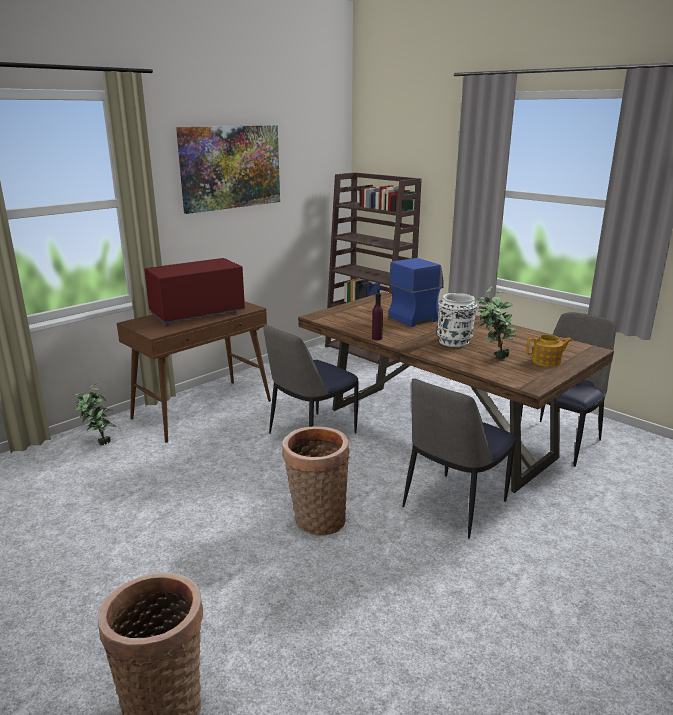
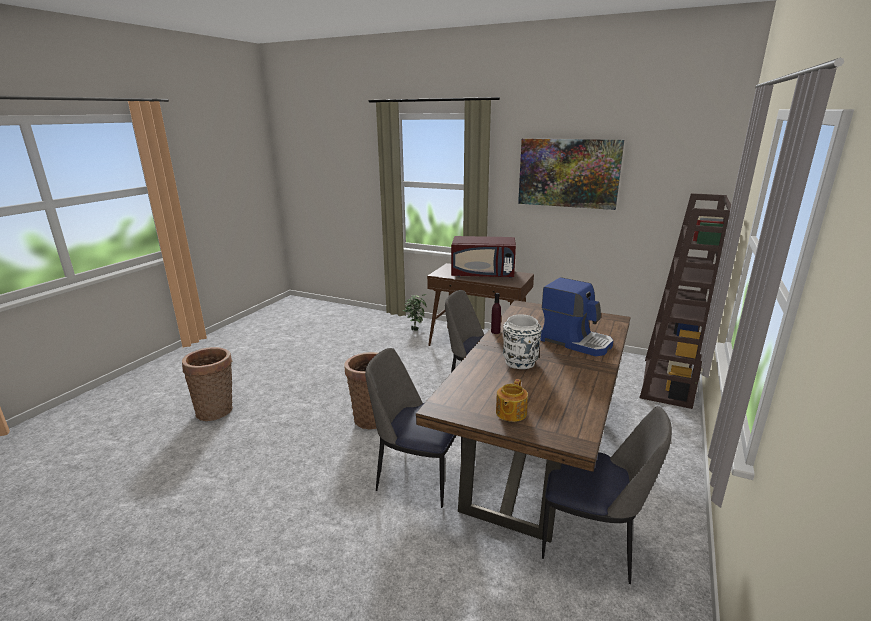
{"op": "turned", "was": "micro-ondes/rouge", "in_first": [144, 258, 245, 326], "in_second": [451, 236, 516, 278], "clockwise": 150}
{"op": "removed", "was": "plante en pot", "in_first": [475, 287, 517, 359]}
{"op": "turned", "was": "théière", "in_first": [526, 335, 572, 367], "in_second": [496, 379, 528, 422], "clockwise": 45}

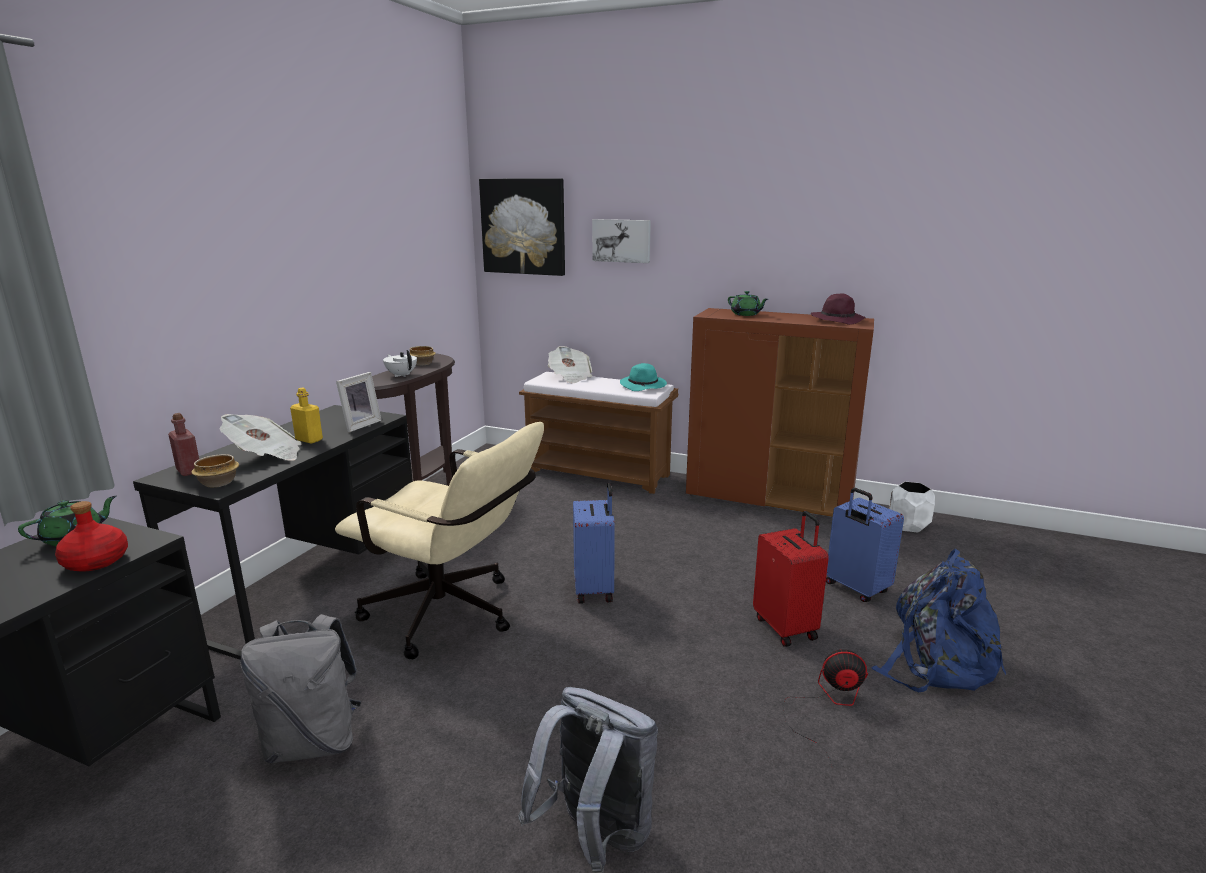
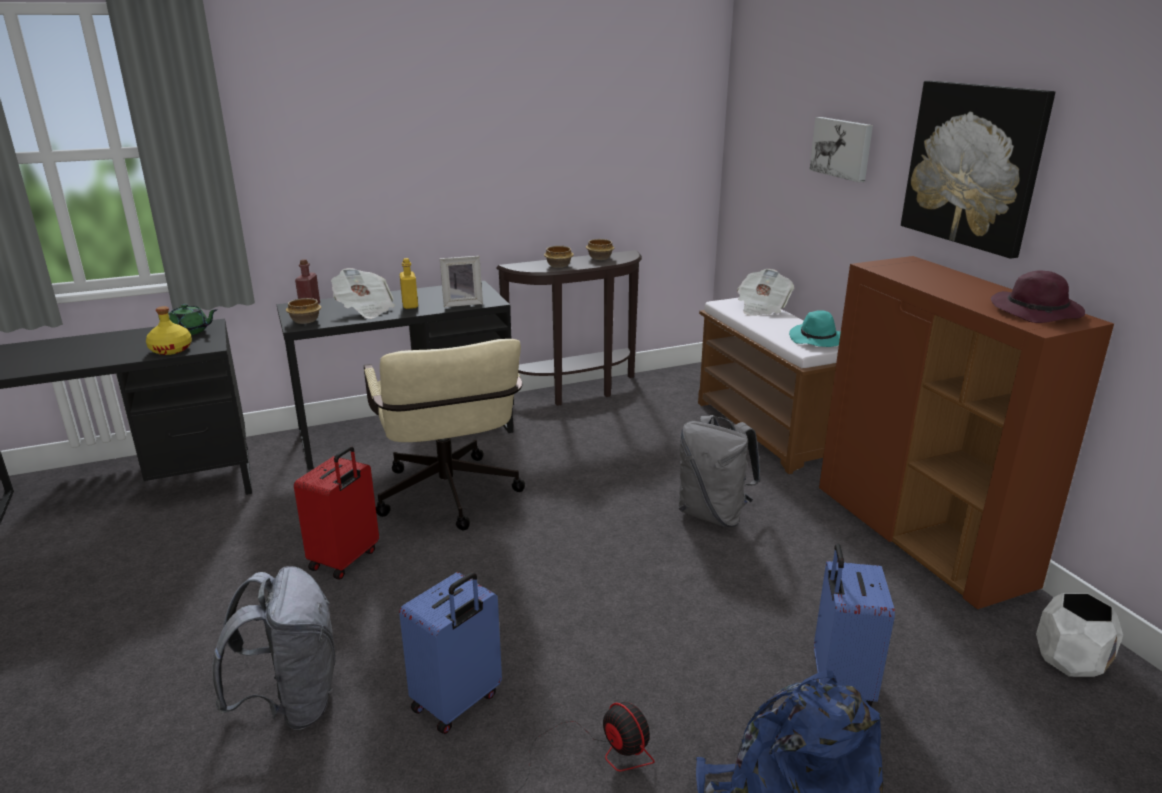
{"op": "recoloured", "was": "bouteille/rouge", "now": "bouteille/jaune", "in_first": [55, 501, 128, 572], "in_second": [146, 306, 192, 355]}
{"op": "moved", "was": "sac à dos/gris", "in_first": [240, 614, 361, 763], "in_second": [679, 415, 761, 527]}
{"op": "replaced", "was": "théière/blanc", "now": "bol", "in_first": [383, 350, 417, 377], "in_second": [544, 246, 574, 268]}
{"op": "moved", "was": "tableau", "in_first": [479, 178, 565, 276], "in_second": [901, 81, 1055, 259]}
{"op": "moved", "was": "valise/bleu", "in_first": [573, 483, 615, 604], "in_second": [399, 572, 502, 734]}
{"op": "removed", "was": "théière/vert", "in_first": [728, 291, 768, 316]}
{"op": "moved", "was": "valise/rouge", "in_first": [753, 511, 829, 647], "in_second": [294, 446, 379, 580]}

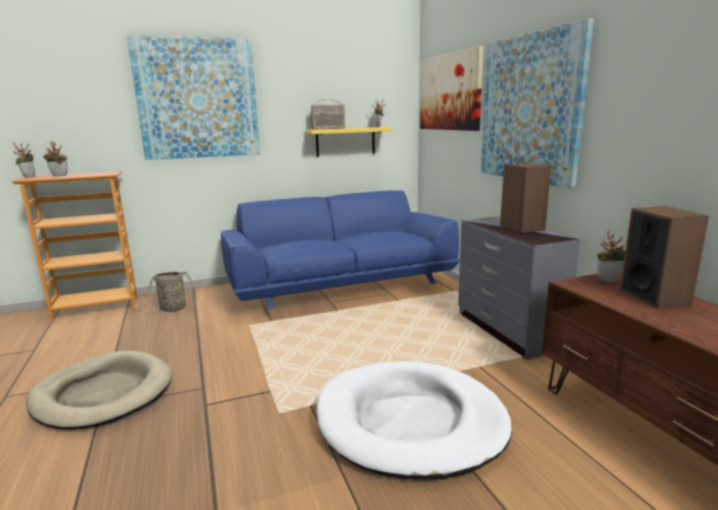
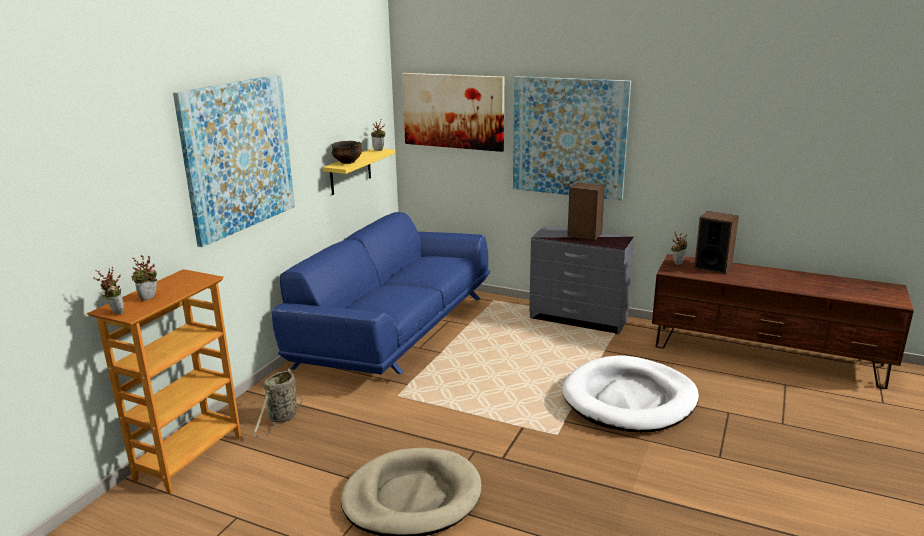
{"op": "replaced", "was": "radio", "now": "bol", "in_first": [311, 99, 345, 129], "in_second": [332, 141, 362, 164]}

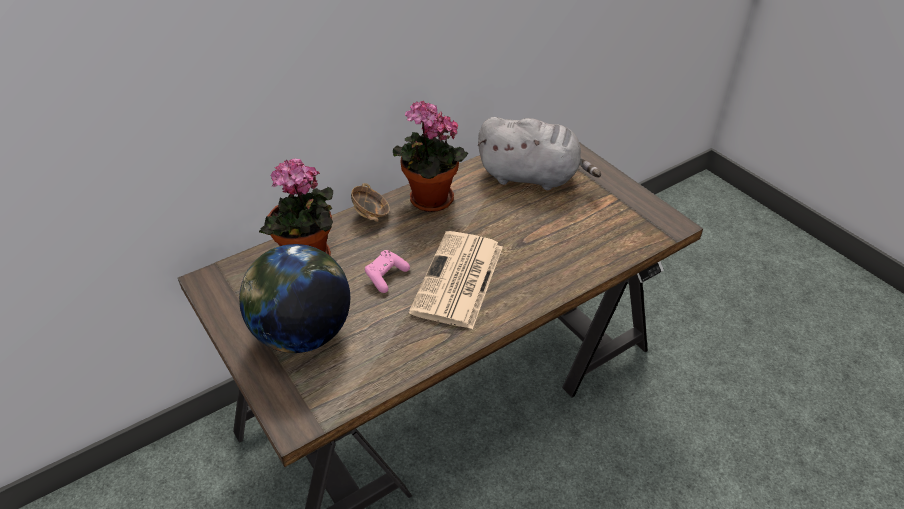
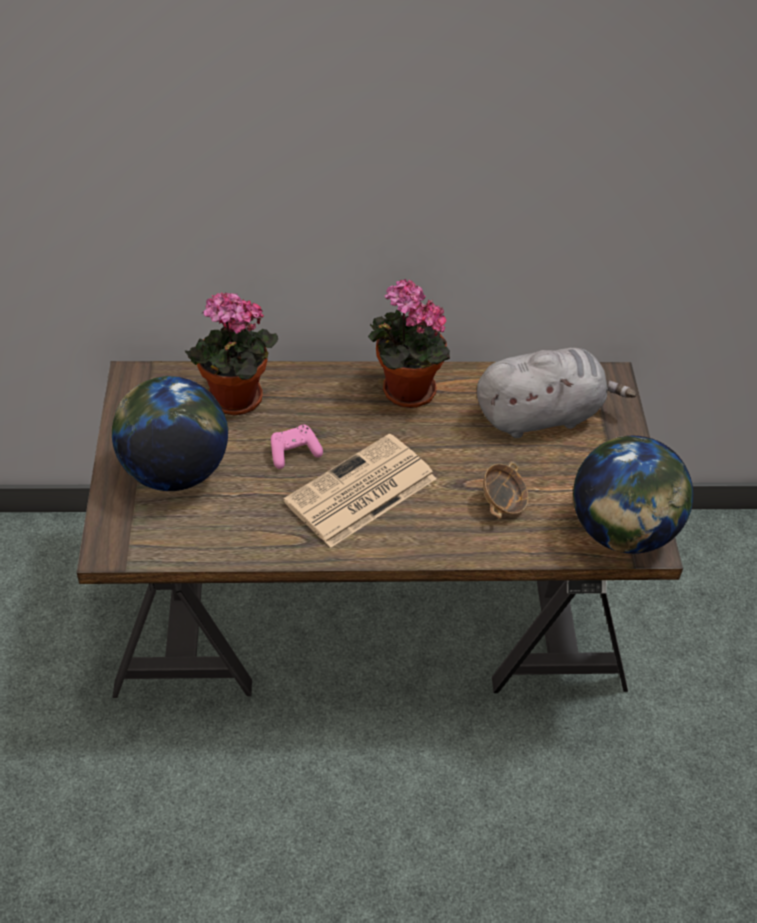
{"op": "moved", "was": "bol", "in_first": [351, 183, 390, 222], "in_second": [483, 461, 529, 519]}
{"op": "turned", "was": "peluche/gris", "in_first": [478, 117, 601, 190], "in_second": [477, 347, 637, 438], "clockwise": -60}
{"op": "added", "now": "globe", "in_second": [573, 436, 693, 554]}

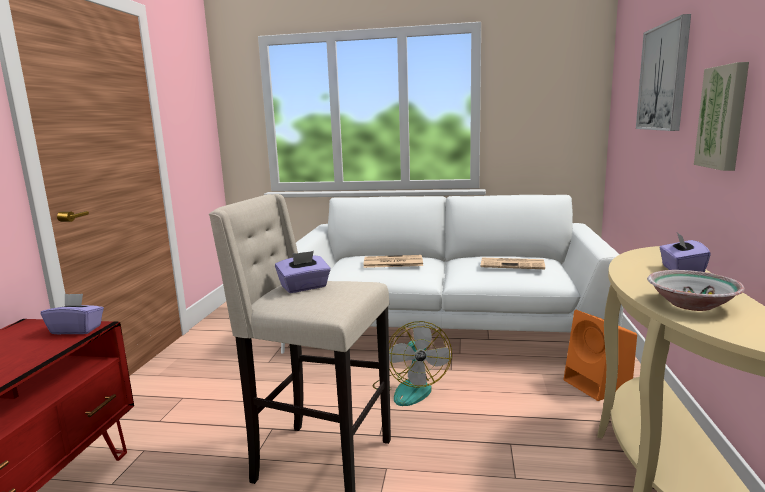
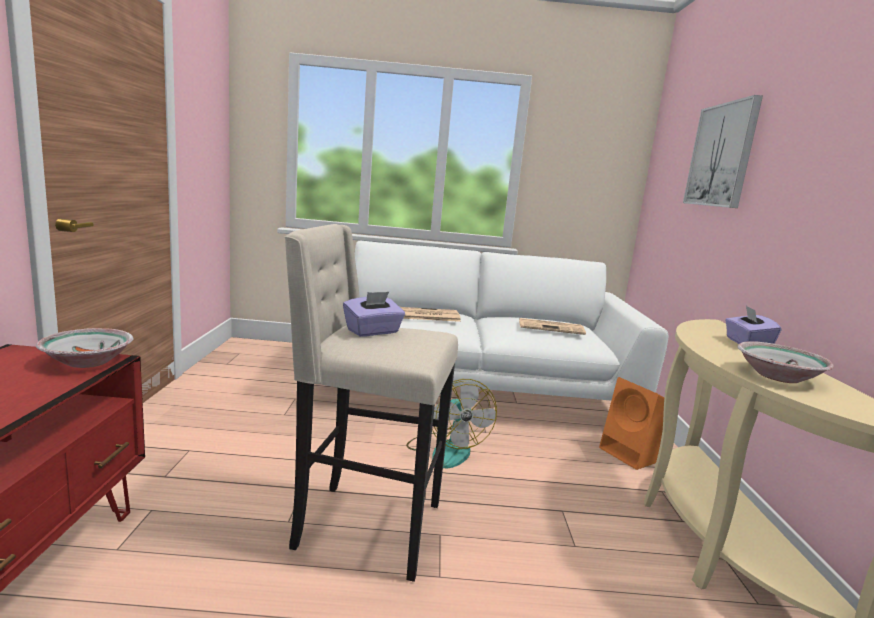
{"op": "replaced", "was": "boîte à mouchoirs/violet", "now": "bol", "in_first": [41, 294, 104, 334], "in_second": [36, 328, 133, 368]}
{"op": "removed", "was": "tableau", "in_first": [694, 62, 749, 171]}

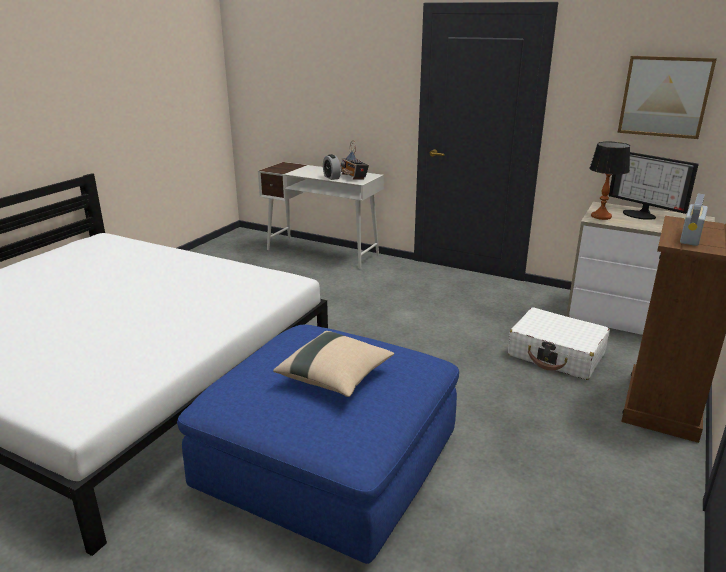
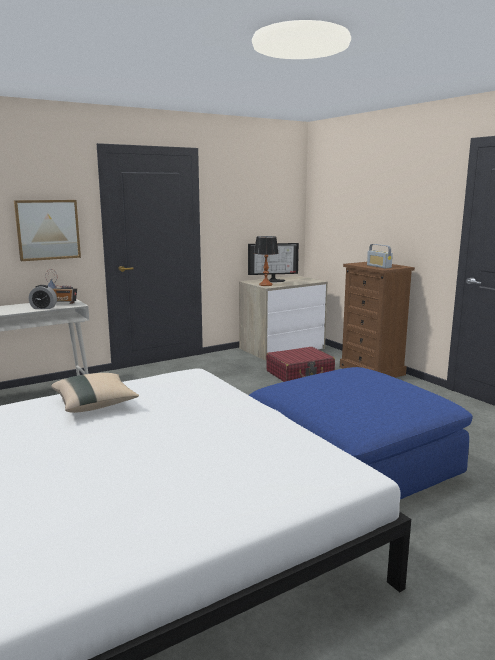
{"op": "moved", "was": "coussin/beige", "in_first": [273, 331, 394, 397], "in_second": [51, 373, 139, 413]}
{"op": "recoloured", "was": "valise/blanc", "now": "valise/rouge", "in_first": [508, 307, 610, 380], "in_second": [266, 347, 335, 382]}
{"op": "moved", "was": "tableau", "in_first": [618, 56, 717, 139], "in_second": [14, 200, 81, 261]}

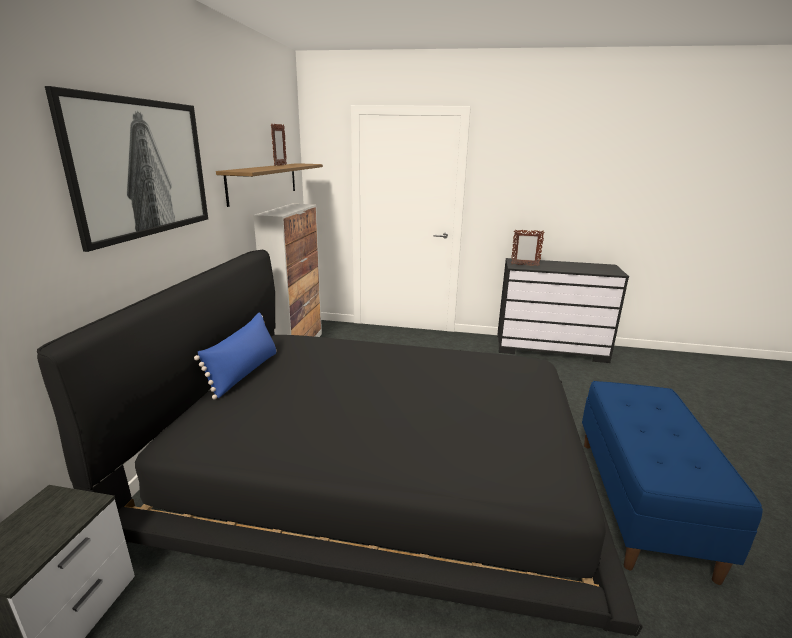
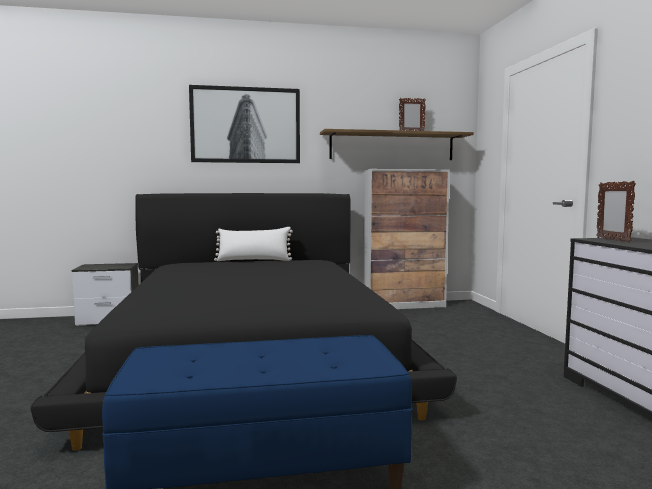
{"op": "recoloured", "was": "coussin/bleu", "now": "coussin/blanc", "in_first": [194, 312, 276, 399], "in_second": [214, 227, 293, 261]}

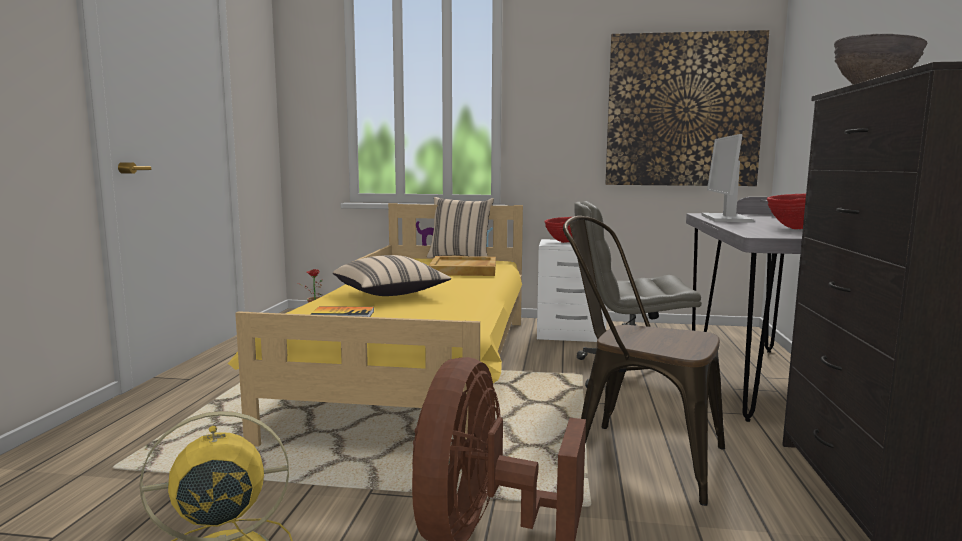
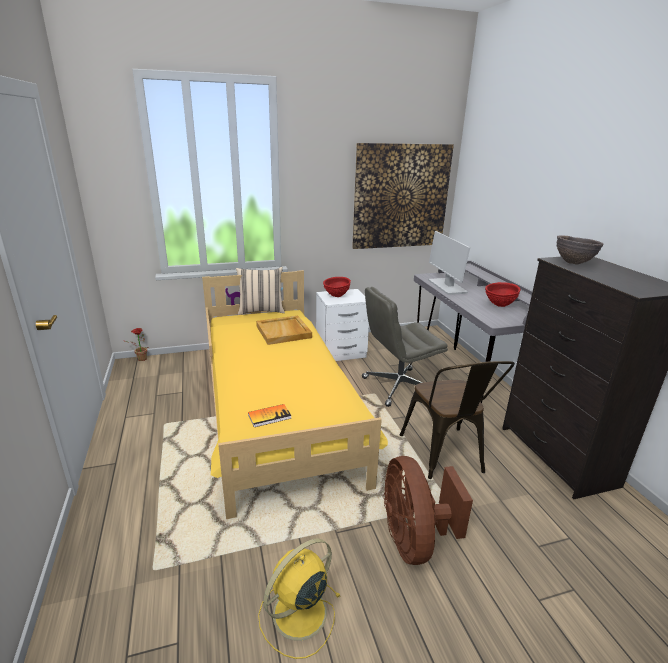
{"op": "removed", "was": "coussin/beige", "in_first": [333, 255, 451, 296]}
{"op": "turned", "was": "chaise/marron", "in_first": [563, 216, 725, 506], "in_second": [400, 361, 515, 479], "clockwise": -105}

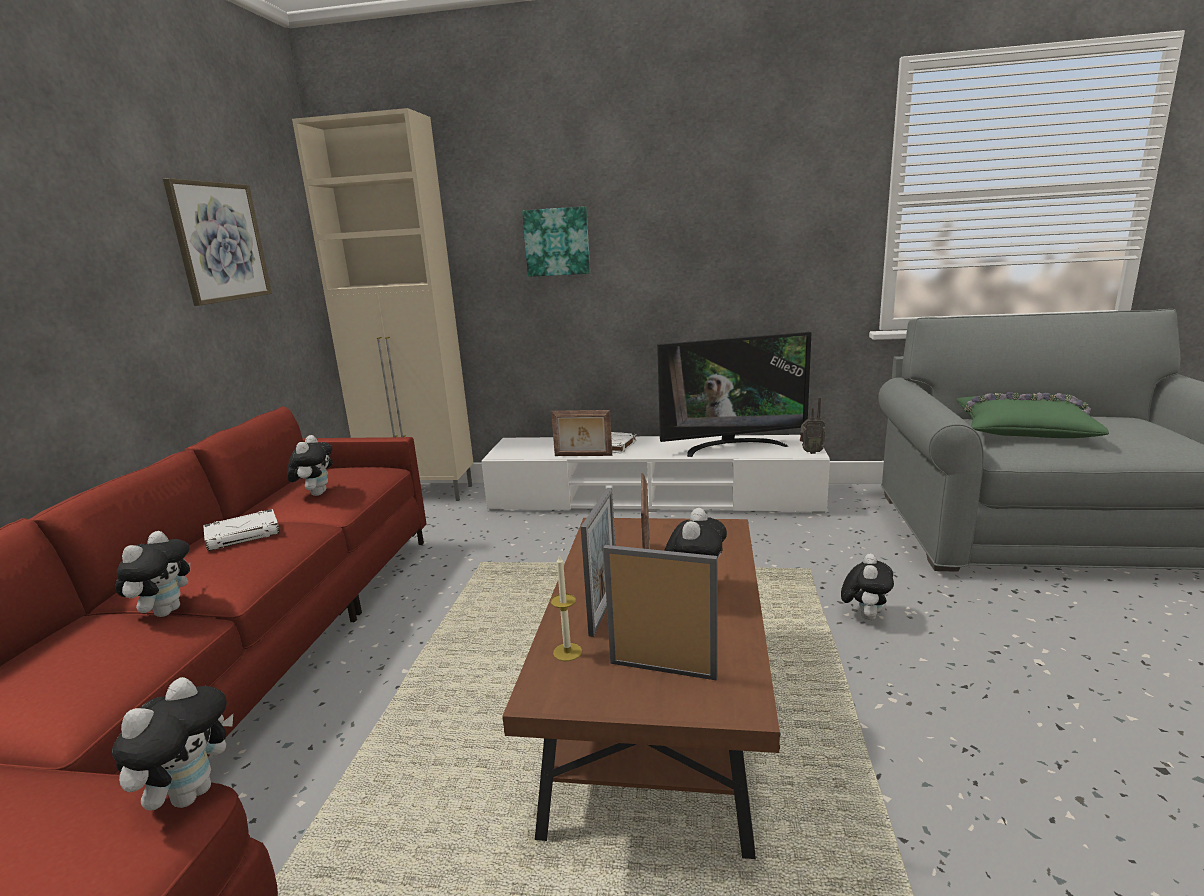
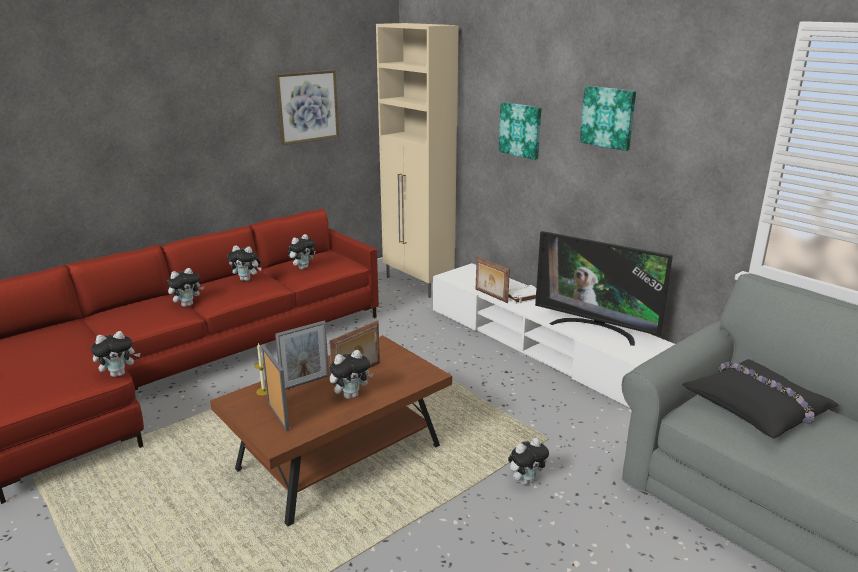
{"op": "replaced", "was": "livre/blanc", "now": "peluche", "in_first": [203, 509, 280, 551], "in_second": [227, 245, 261, 281]}
{"op": "removed", "was": "radio", "in_first": [800, 397, 825, 454]}
{"op": "recoloured", "was": "coussin/vert", "now": "coussin/noir", "in_first": [956, 392, 1109, 438], "in_second": [682, 359, 839, 438]}
{"op": "added", "now": "tableau", "in_second": [580, 86, 636, 151]}

